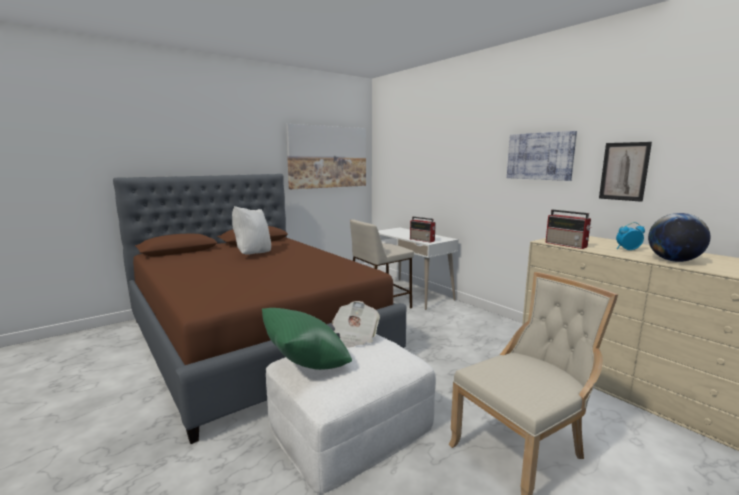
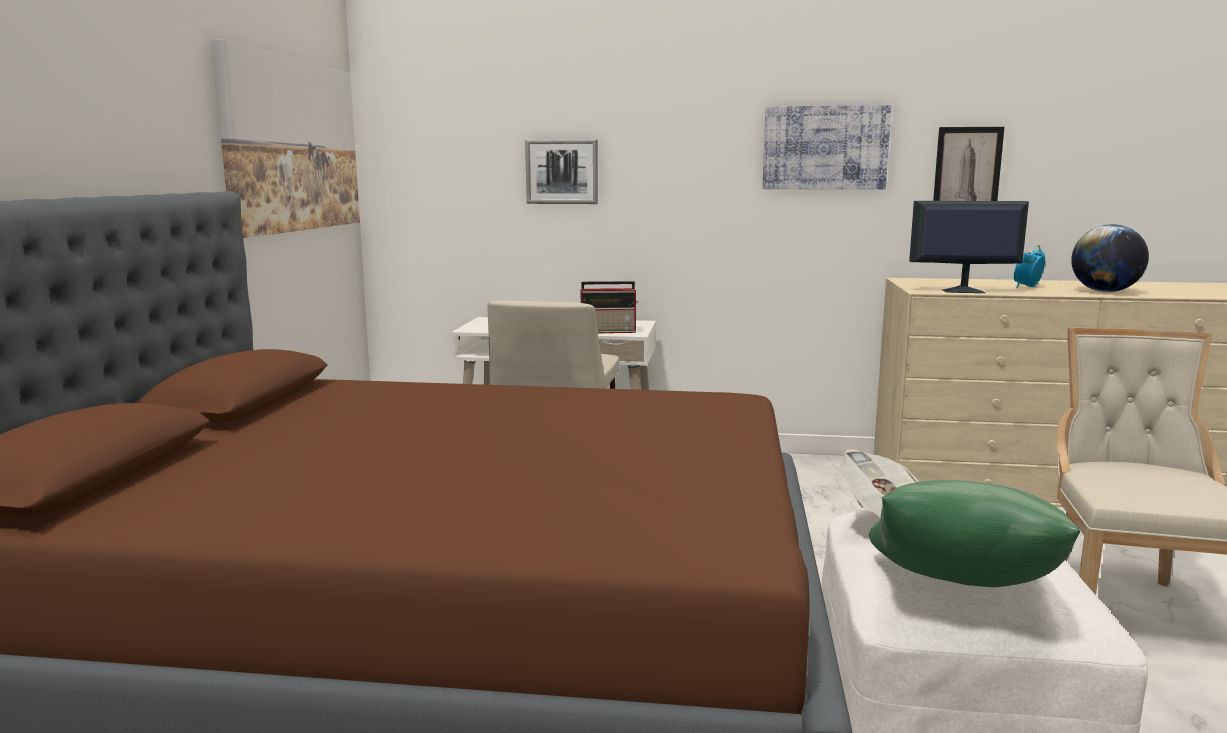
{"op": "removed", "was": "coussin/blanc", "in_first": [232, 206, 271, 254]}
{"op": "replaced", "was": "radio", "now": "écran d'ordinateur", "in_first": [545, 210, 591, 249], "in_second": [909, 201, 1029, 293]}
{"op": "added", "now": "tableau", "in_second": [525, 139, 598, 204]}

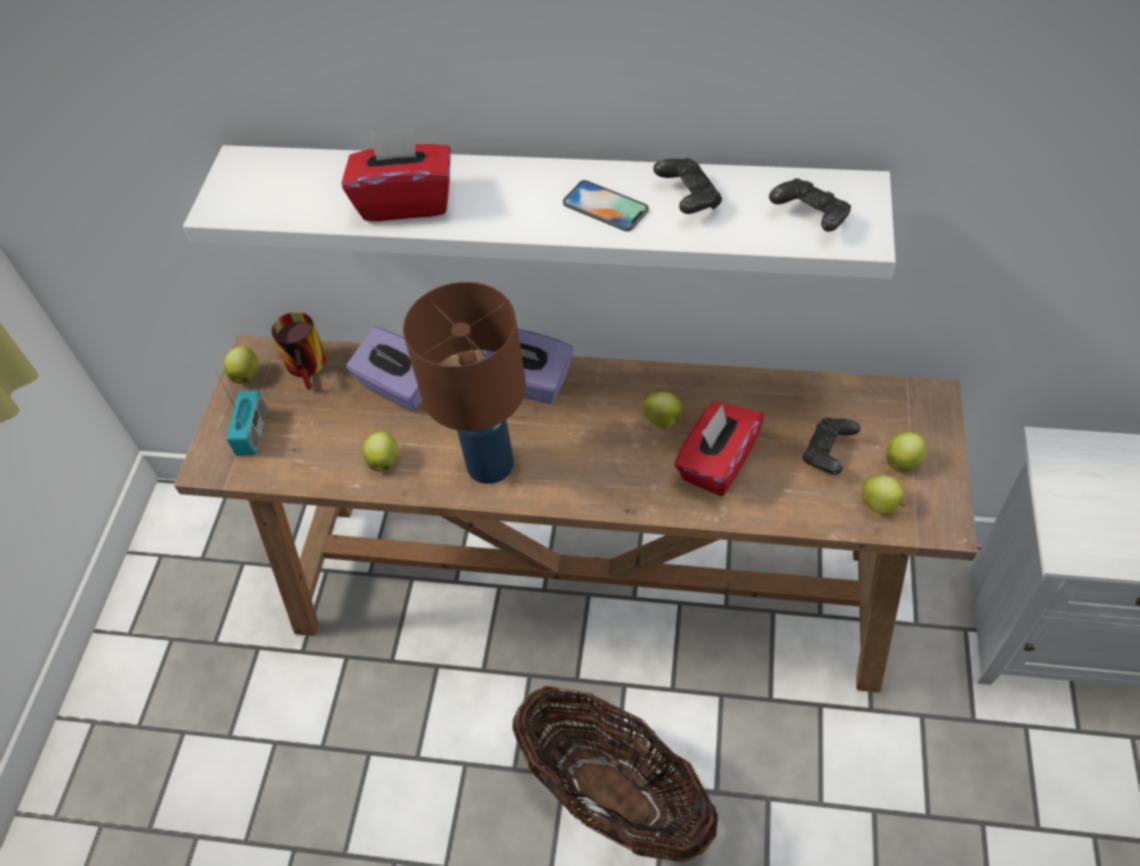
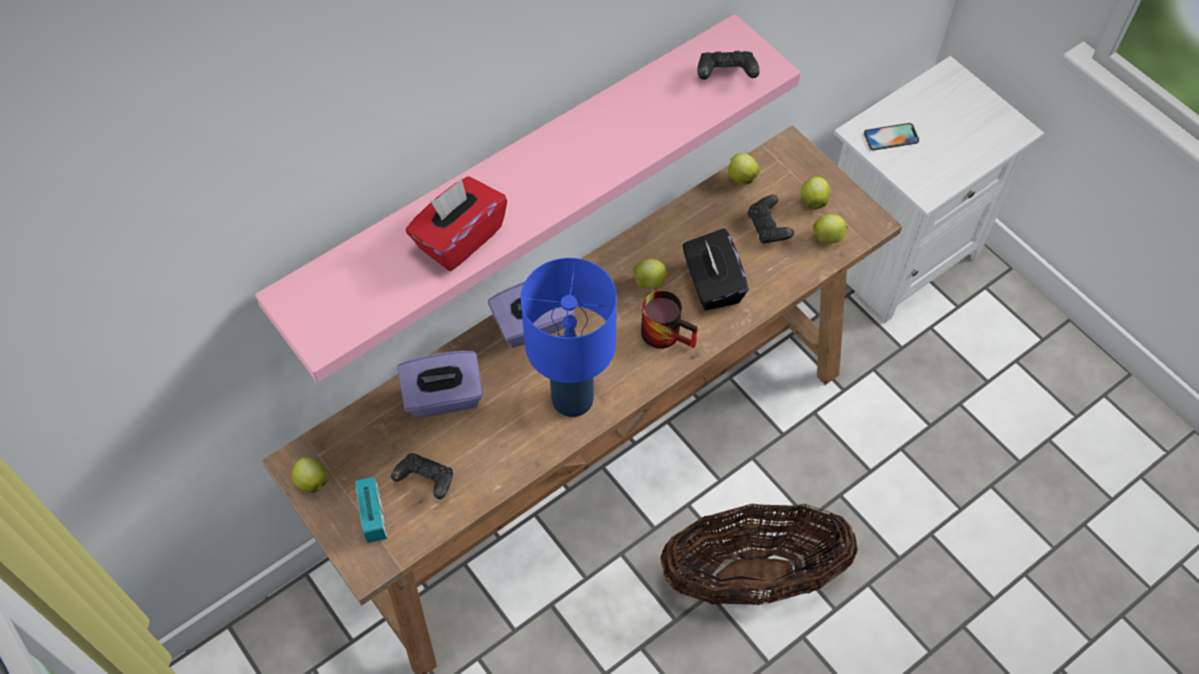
{"op": "recoloured", "was": "étagère/blanc", "now": "étagère/rose", "in_first": [183, 145, 896, 279], "in_second": [255, 14, 801, 383]}
{"op": "turned", "was": "radio", "in_first": [214, 368, 267, 456], "in_second": [355, 476, 387, 543], "clockwise": -150}
{"op": "moved", "was": "mug", "in_first": [271, 312, 326, 390], "in_second": [641, 290, 698, 349]}
{"op": "moved", "was": "pomme", "in_first": [362, 431, 399, 472], "in_second": [728, 153, 760, 184]}
{"op": "recoloured", "was": "lampe de table/marron", "now": "lampe de table/bleu", "in_first": [403, 282, 526, 484], "in_second": [521, 258, 617, 417]}
{"op": "moved", "was": "téléphone", "in_first": [563, 180, 649, 231], "in_second": [864, 123, 919, 150]}
{"op": "moved", "was": "manette/noir", "in_first": [653, 158, 722, 214], "in_second": [391, 453, 453, 499]}
{"op": "recoloured", "was": "boîte à mouchoirs/rouge", "now": "boîte à mouchoirs/noir", "in_first": [674, 401, 764, 496], "in_second": [682, 228, 748, 310]}

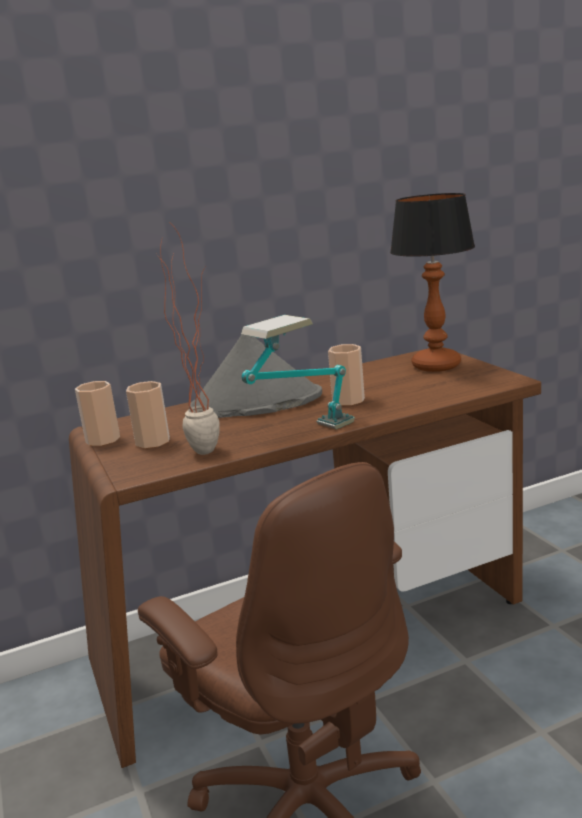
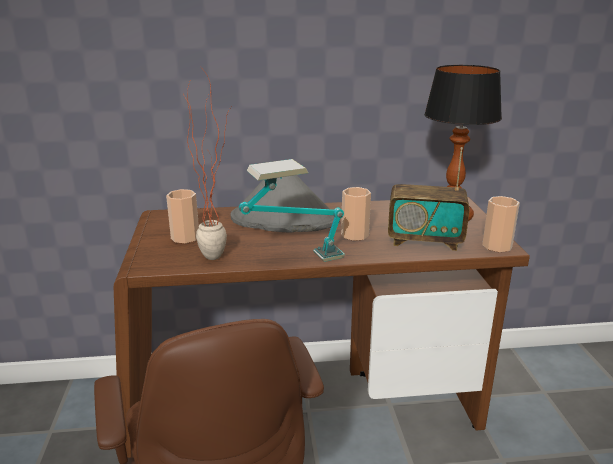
{"op": "moved", "was": "tasse", "in_first": [75, 381, 120, 446], "in_second": [482, 196, 520, 252]}
{"op": "added", "now": "radio", "in_second": [388, 147, 470, 251]}

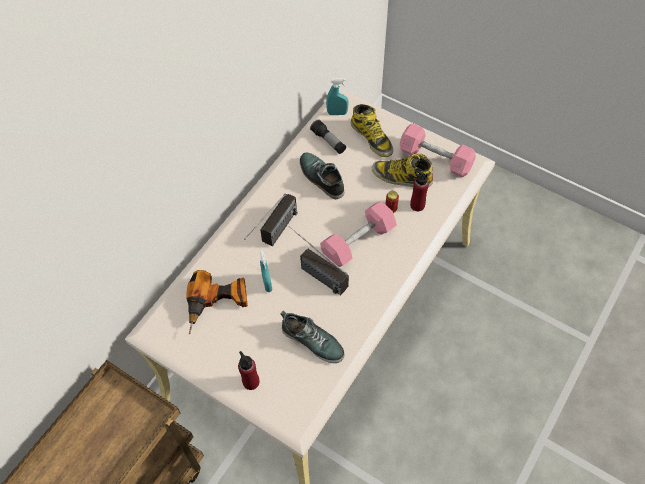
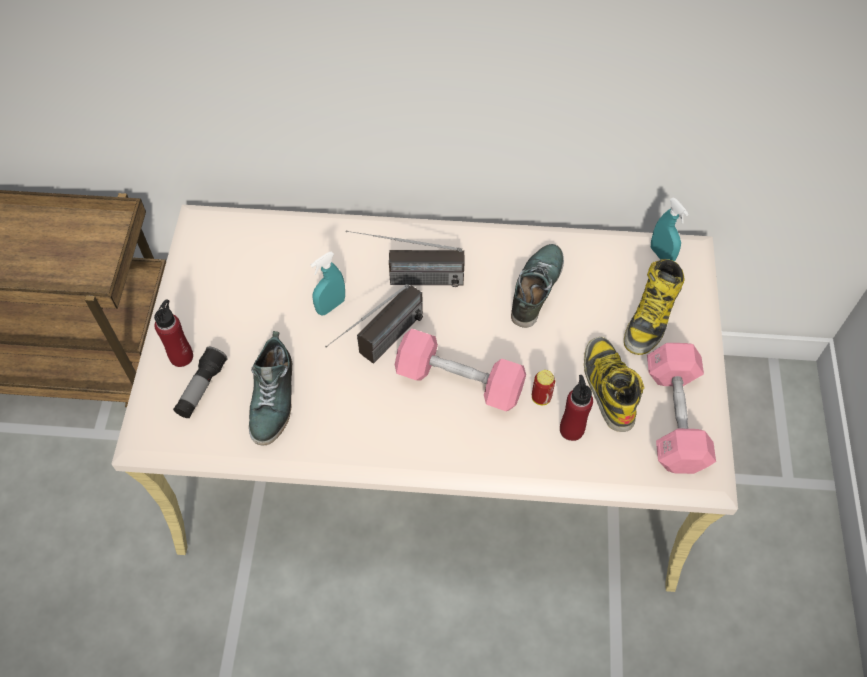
{"op": "removed", "was": "perceuse", "in_first": [186, 270, 248, 334]}
{"op": "turned", "was": "radio", "in_first": [284, 223, 349, 295], "in_second": [325, 284, 423, 364], "clockwise": -150}
{"op": "moved", "was": "lampe de poche", "in_first": [310, 119, 346, 154], "in_second": [173, 347, 228, 418]}

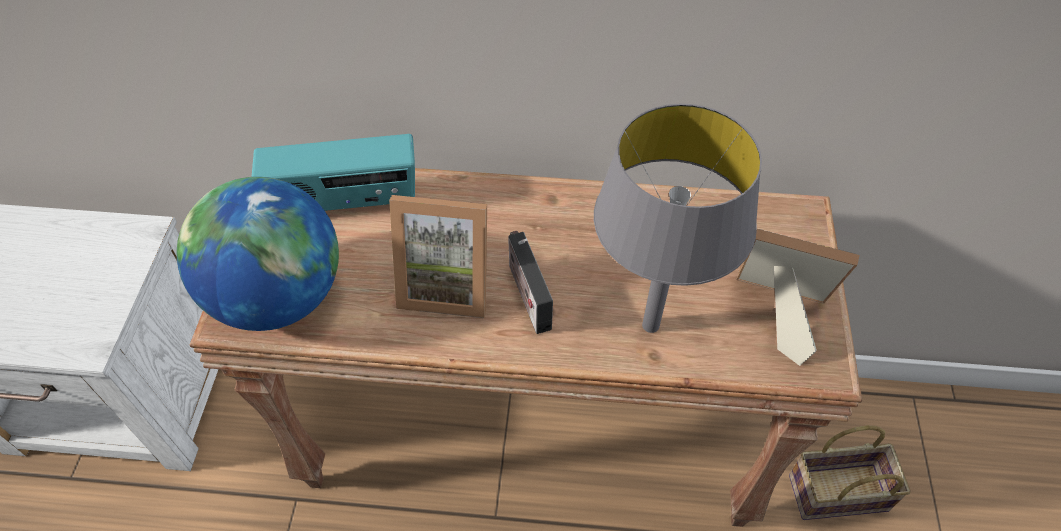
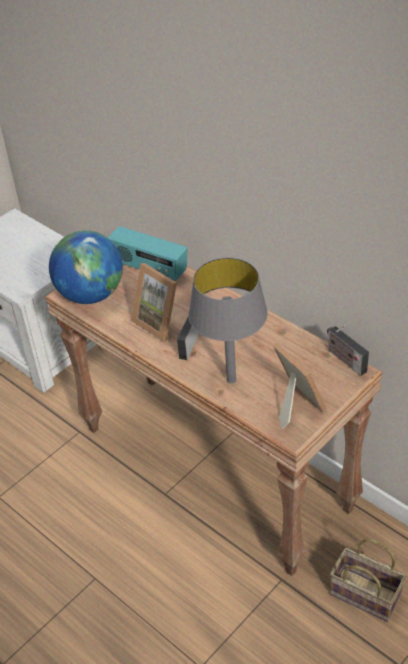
{"op": "added", "now": "radio", "in_second": [327, 325, 369, 376]}

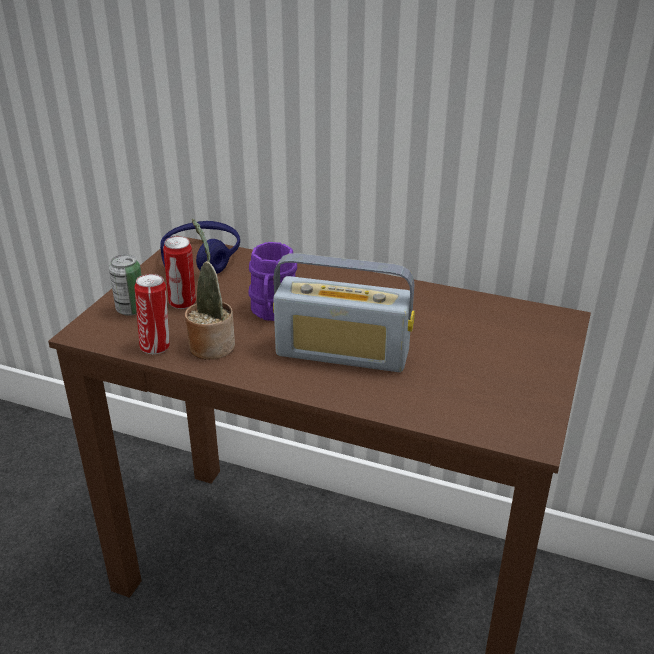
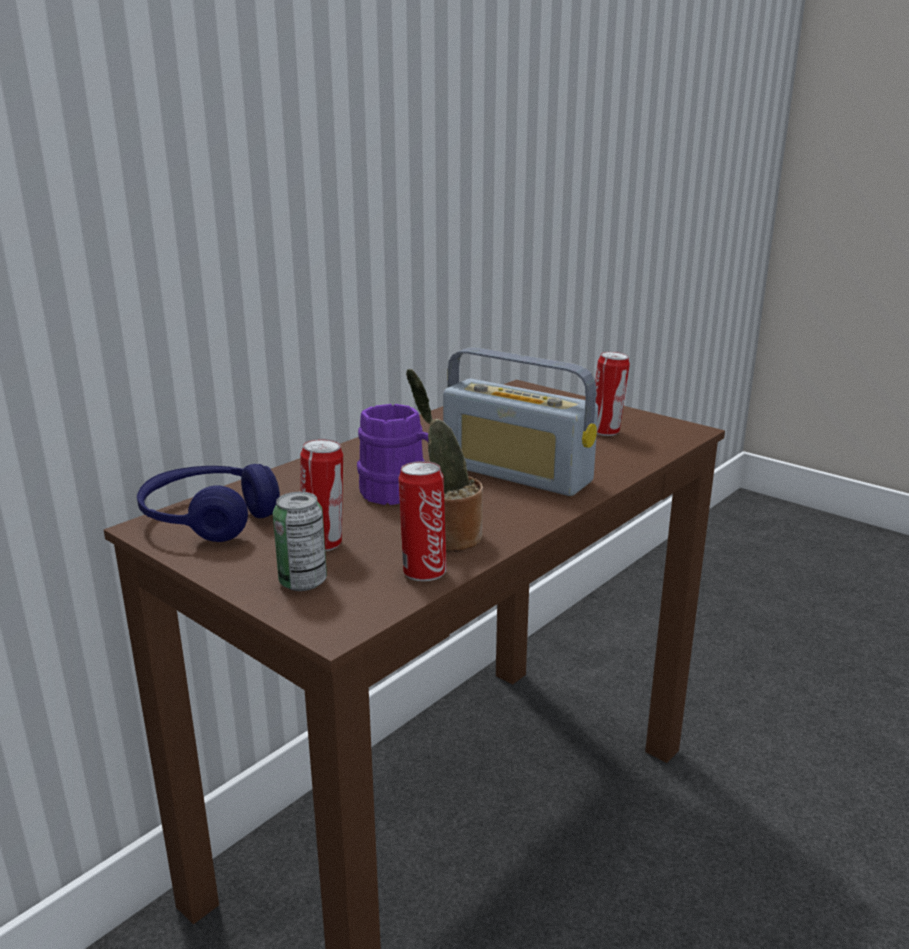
{"op": "turned", "was": "radio", "in_first": [273, 253, 415, 372], "in_second": [443, 347, 598, 496], "clockwise": 90}
{"op": "added", "now": "boîte métallique", "in_second": [595, 351, 630, 436]}

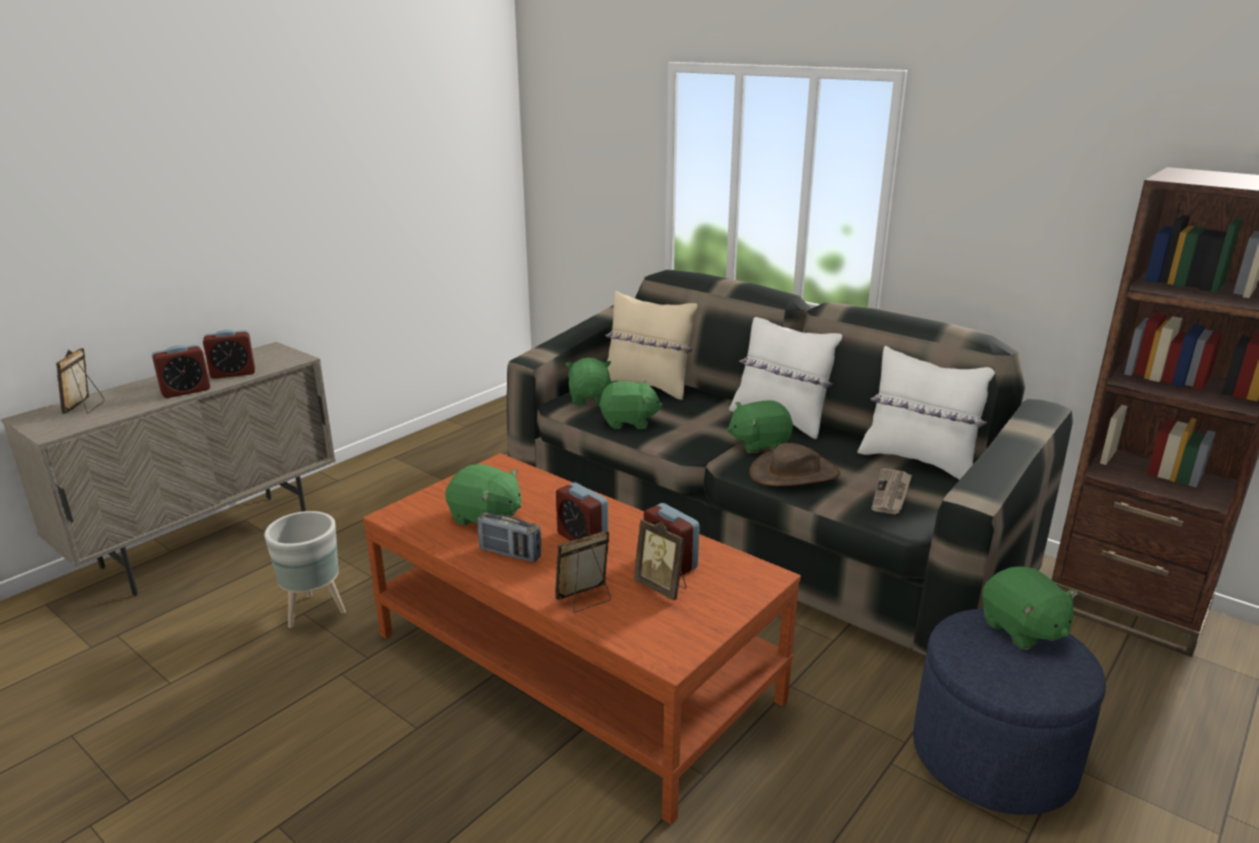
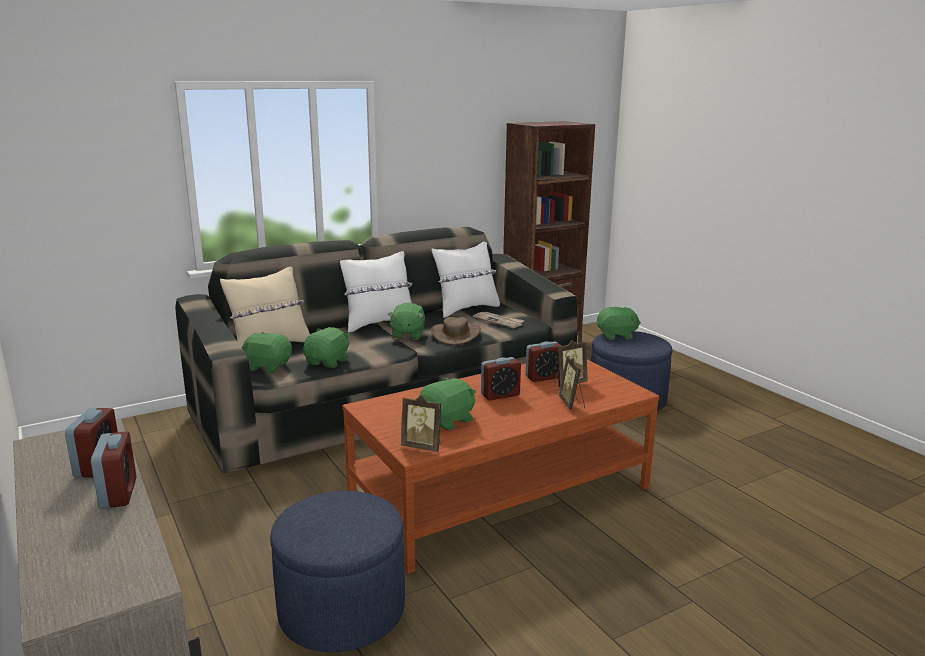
{"op": "moved", "was": "cadre photo", "in_first": [56, 348, 105, 414], "in_second": [401, 395, 441, 452]}
{"op": "replaced", "was": "cache-pot/gris", "now": "pouf/bleu", "in_first": [264, 511, 346, 628], "in_second": [270, 491, 405, 652]}
{"op": "removed", "was": "radio", "in_first": [477, 512, 541, 562]}

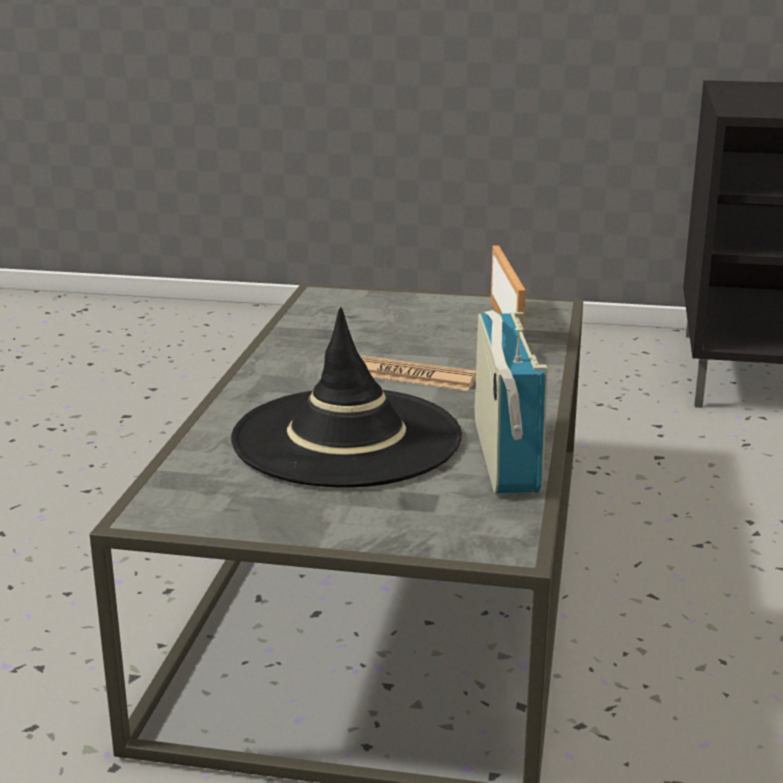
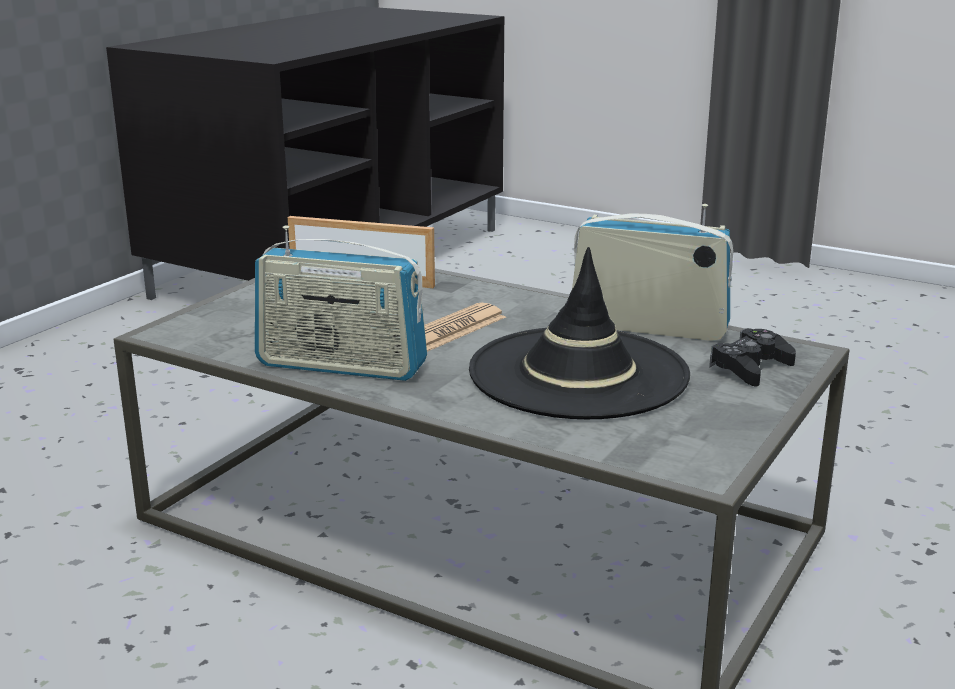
{"op": "added", "now": "radio", "in_second": [255, 226, 427, 381]}
{"op": "added", "now": "manette/noir", "in_second": [709, 328, 796, 387]}

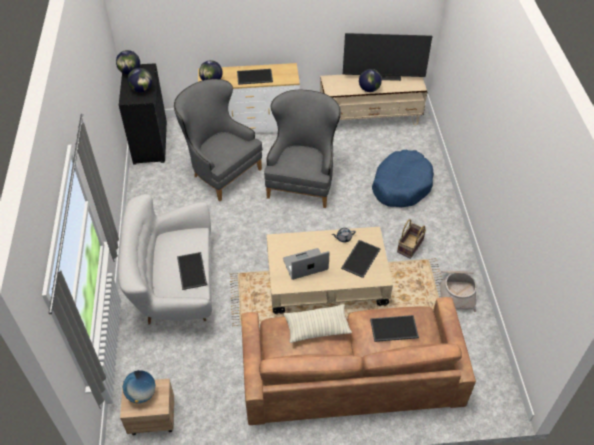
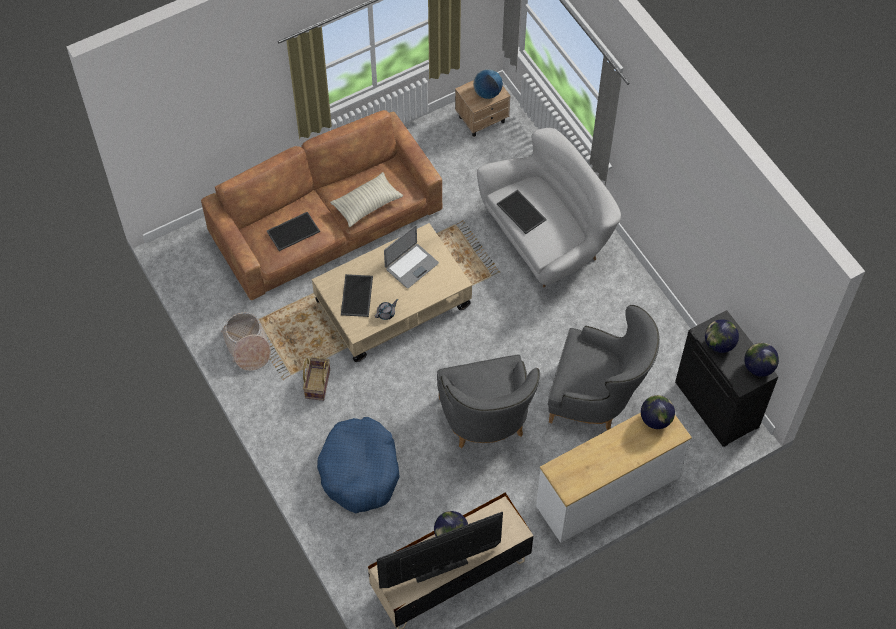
{"op": "removed", "was": "plateau", "in_first": [237, 69, 273, 85]}

